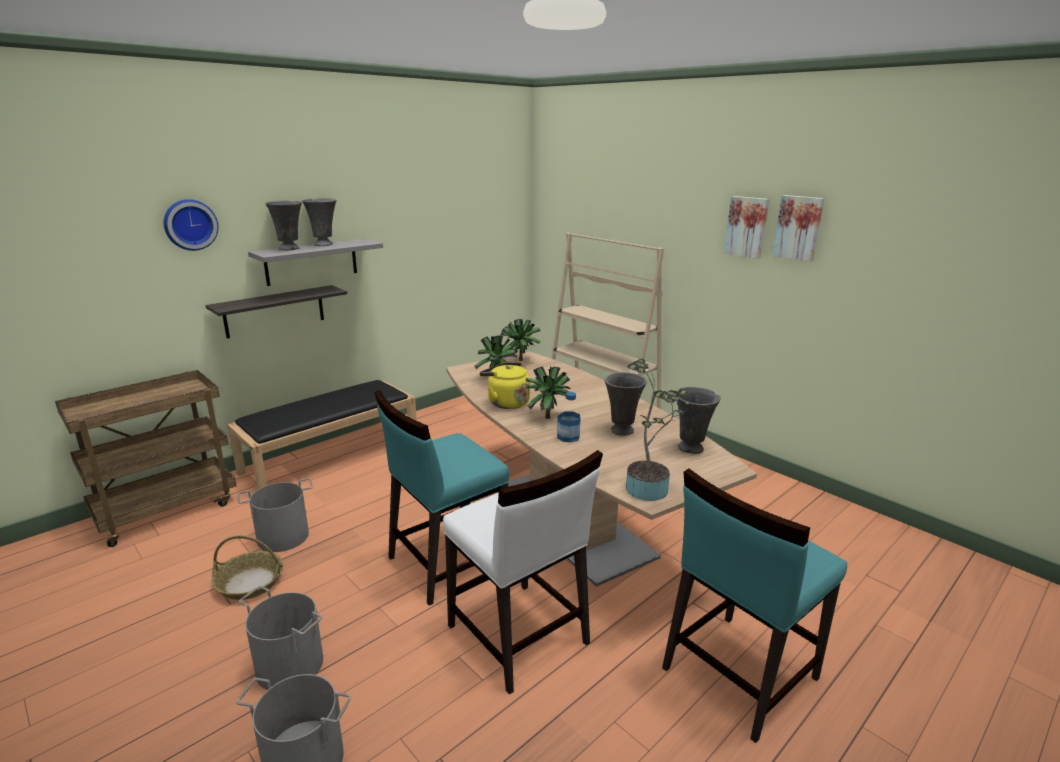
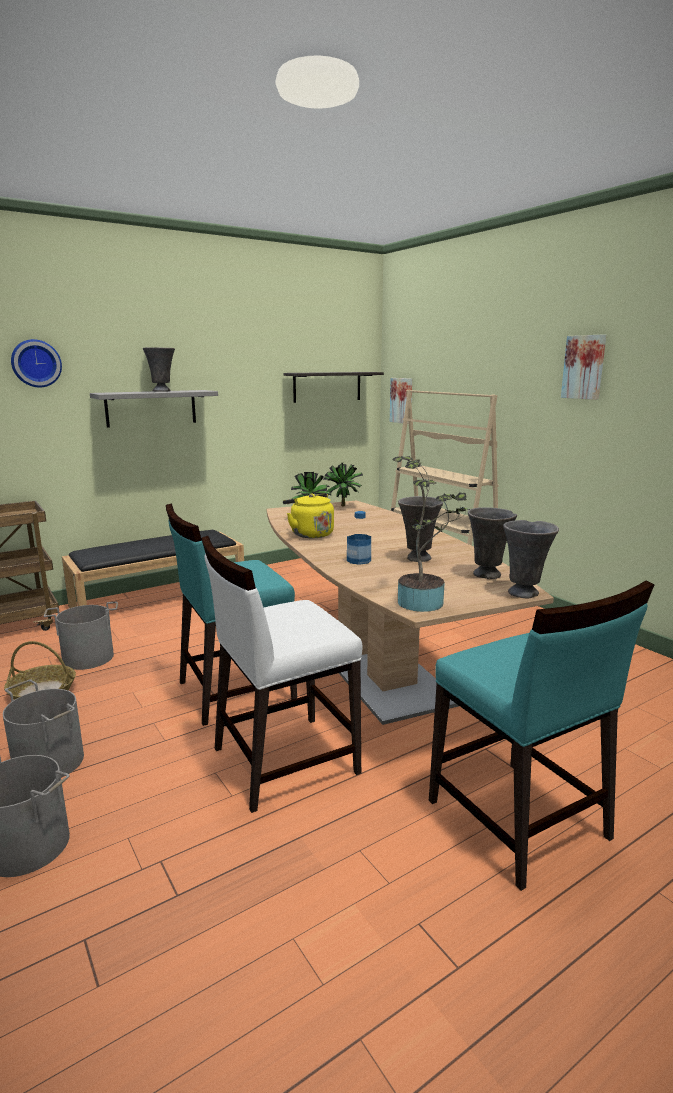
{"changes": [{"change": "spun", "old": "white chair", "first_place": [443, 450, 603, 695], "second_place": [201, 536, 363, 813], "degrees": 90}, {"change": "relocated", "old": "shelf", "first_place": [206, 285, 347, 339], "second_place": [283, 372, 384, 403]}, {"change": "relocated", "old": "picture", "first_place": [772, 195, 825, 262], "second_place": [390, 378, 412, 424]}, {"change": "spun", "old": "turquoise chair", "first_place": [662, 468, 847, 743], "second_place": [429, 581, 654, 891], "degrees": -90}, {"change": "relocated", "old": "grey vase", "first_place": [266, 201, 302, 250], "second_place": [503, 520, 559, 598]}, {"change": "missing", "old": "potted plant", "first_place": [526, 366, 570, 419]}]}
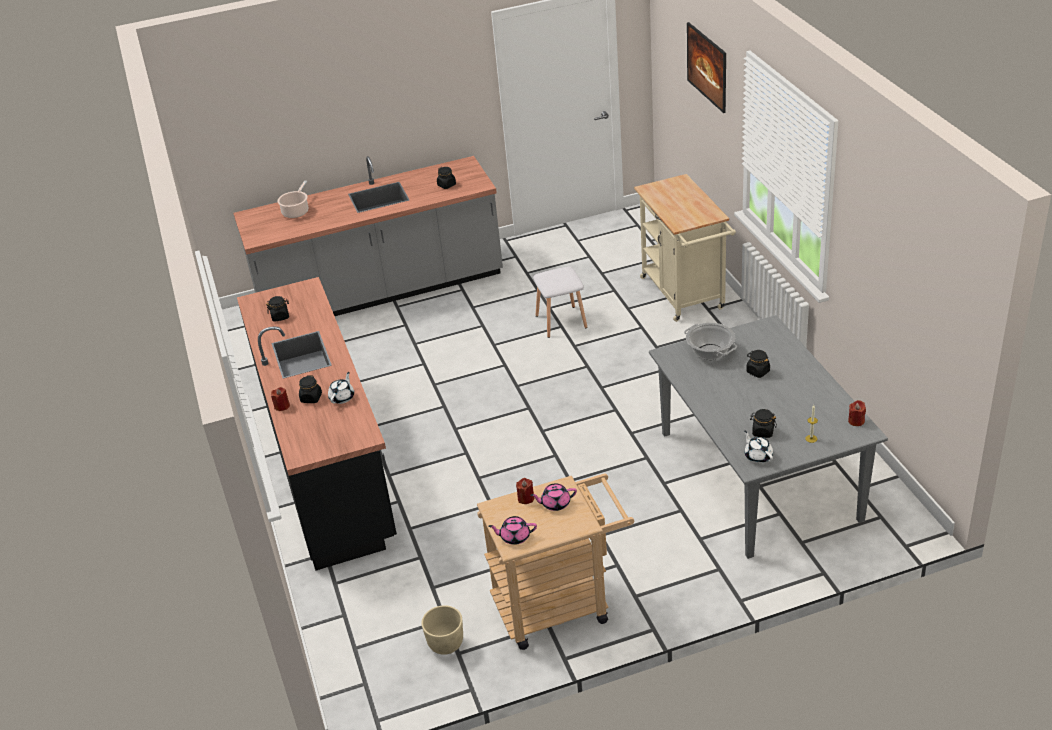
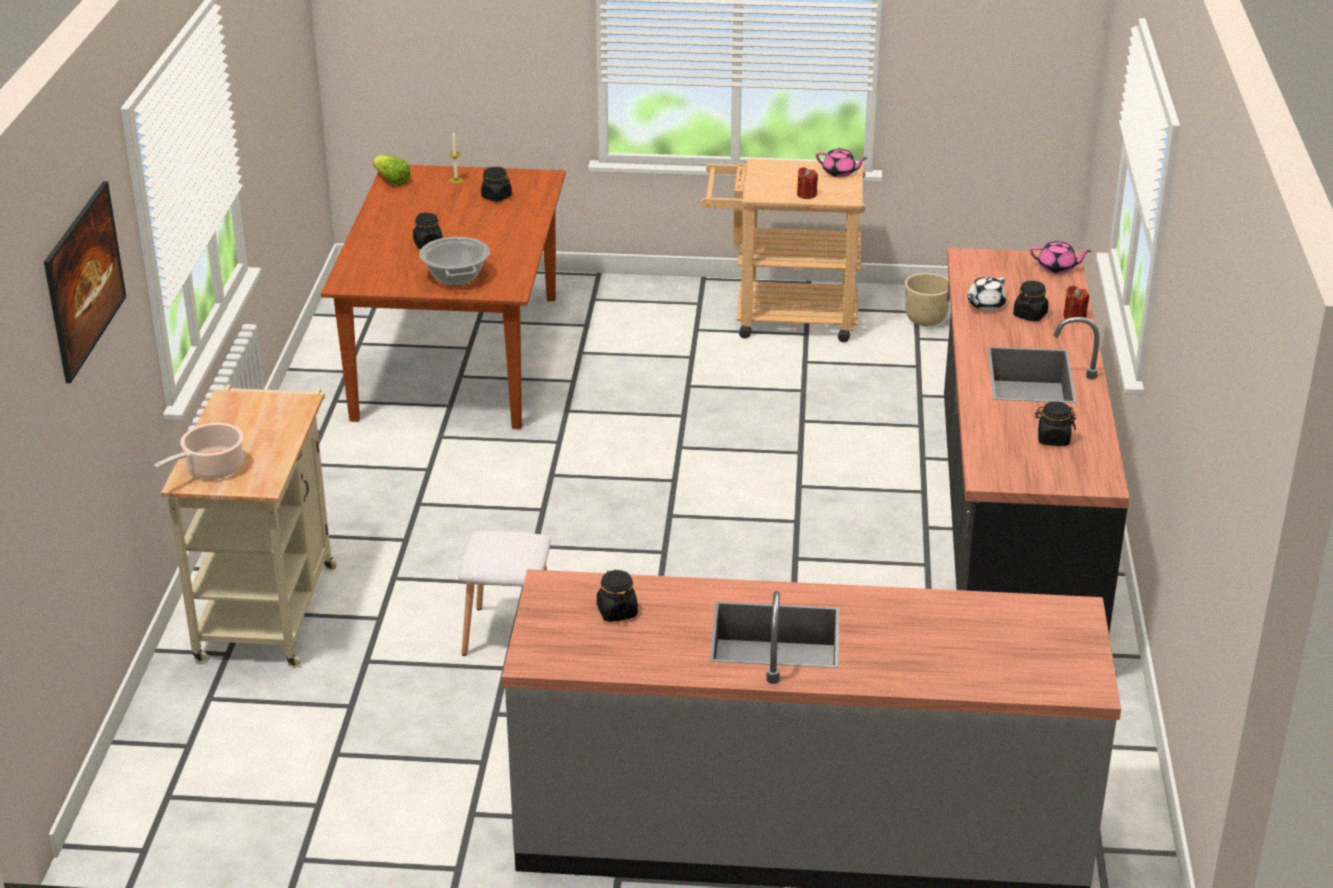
{"changes": [{"change": "relocated", "old": "cooking pot", "first_place": [277, 181, 308, 218], "second_place": [154, 423, 243, 479]}, {"change": "colour", "old": "grey dining table", "new": "brown dining table", "first_place": [649, 315, 888, 559], "second_place": [321, 165, 565, 429]}, {"change": "exchanged", "old": "red candle", "new": "lettuce", "first_place": [848, 400, 866, 426], "second_place": [372, 155, 411, 186]}, {"change": "relocated", "old": "pink teapot", "first_place": [530, 483, 577, 511], "second_place": [1030, 241, 1091, 274]}, {"change": "missing", "old": "white teapot", "first_place": [744, 431, 773, 463]}]}
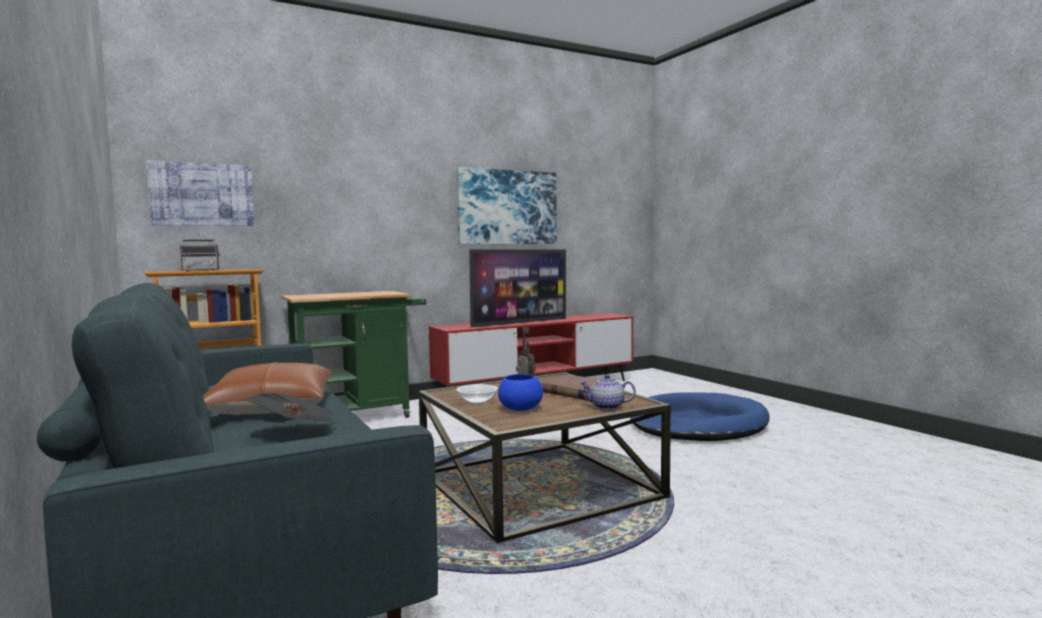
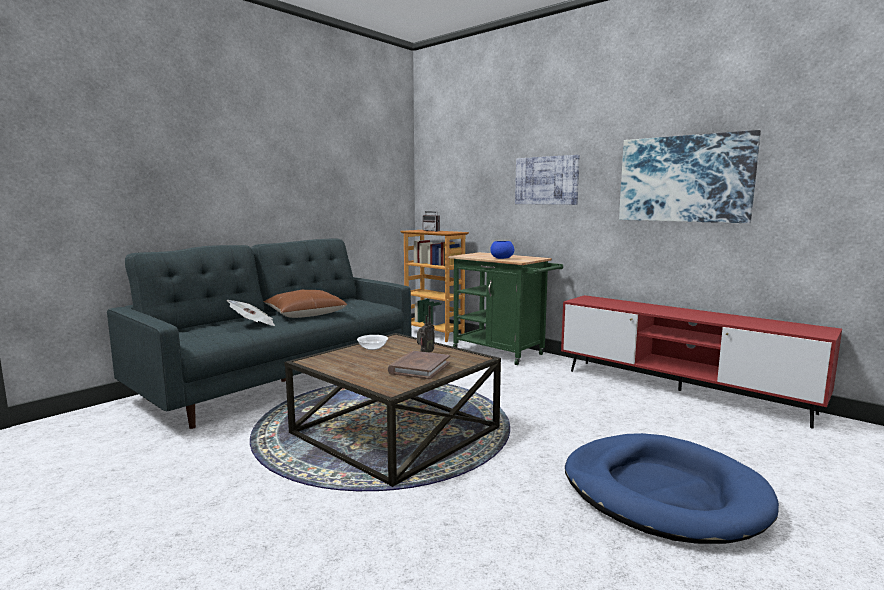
{"changes": [{"change": "relocated", "old": "blue bowl", "first_place": [498, 374, 543, 411], "second_place": [490, 241, 514, 259]}, {"change": "relocated", "old": "picture", "first_place": [146, 160, 254, 226], "second_place": [515, 155, 580, 205]}, {"change": "missing", "old": "television", "first_place": [469, 250, 566, 327]}, {"change": "missing", "old": "teapot", "first_place": [580, 375, 636, 410]}]}
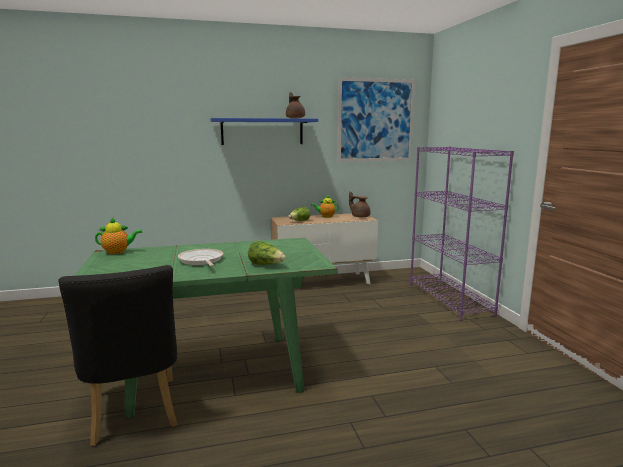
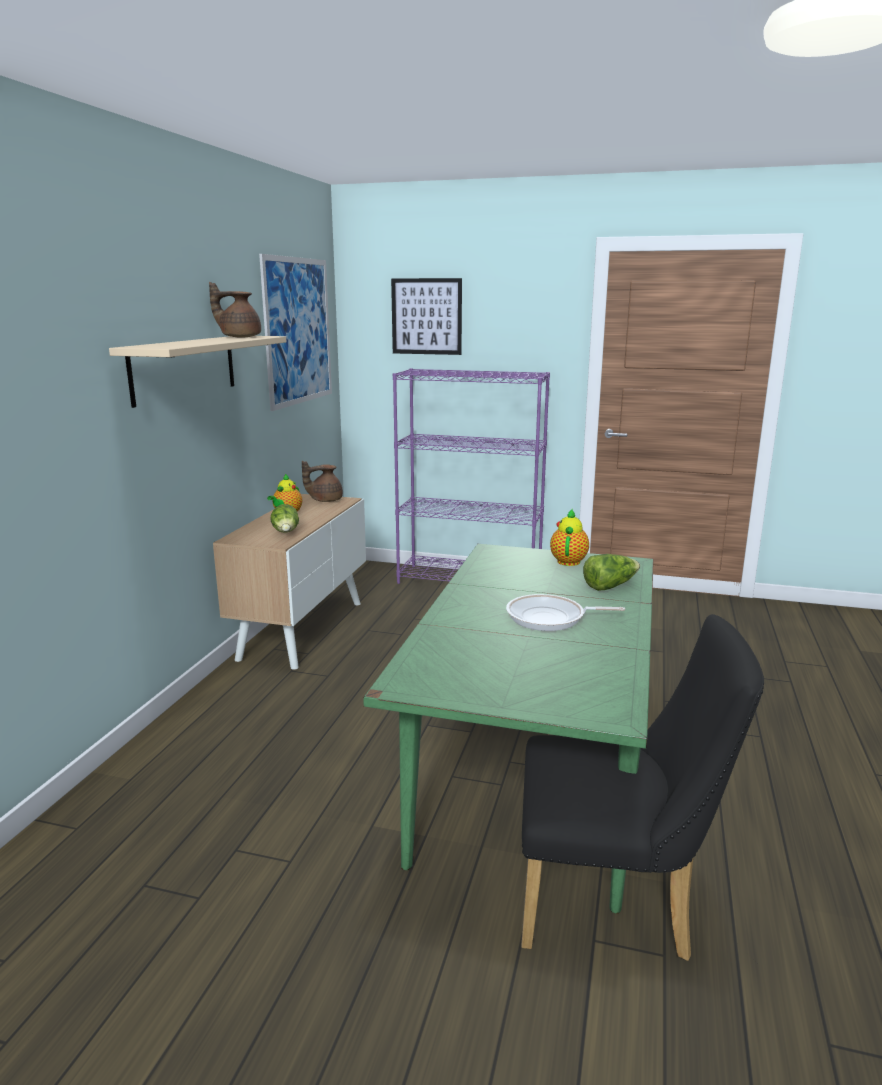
{"changes": [{"change": "colour", "old": "blue shelf", "new": "beige shelf", "first_place": [211, 118, 318, 145], "second_place": [109, 336, 287, 408]}, {"change": "appeared", "new": "picture", "second_place": [391, 278, 462, 355]}, {"change": "relocated", "old": "teapot", "first_place": [95, 218, 143, 254], "second_place": [550, 509, 589, 566]}]}
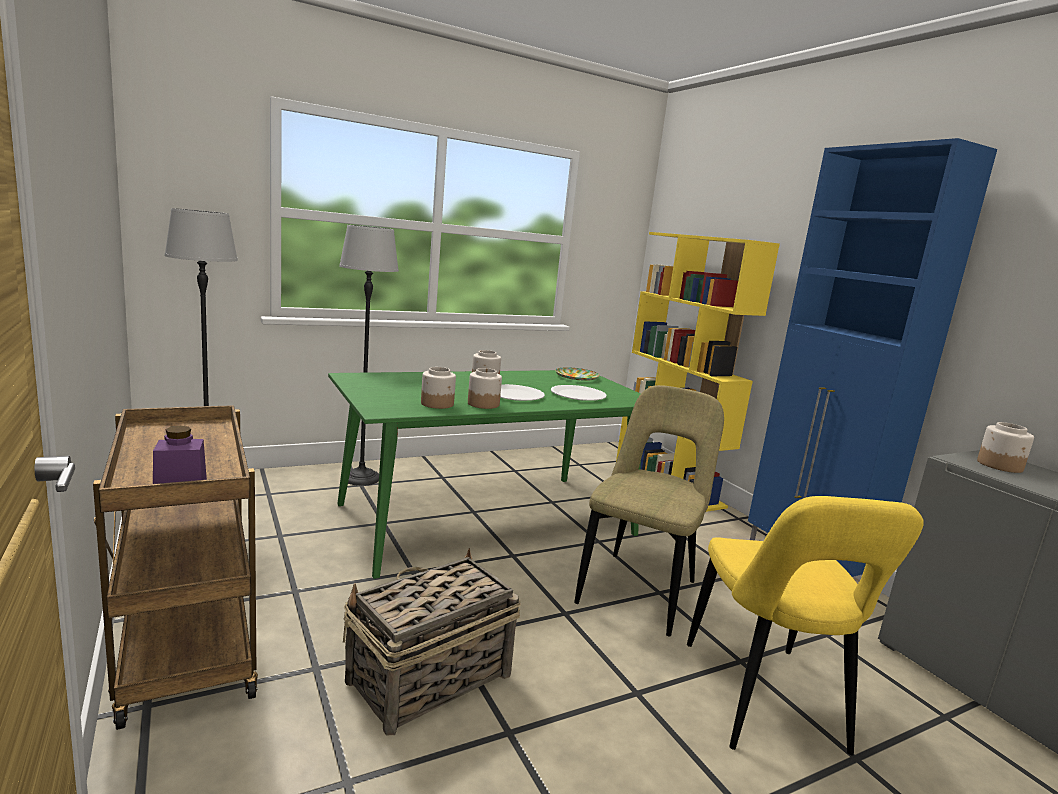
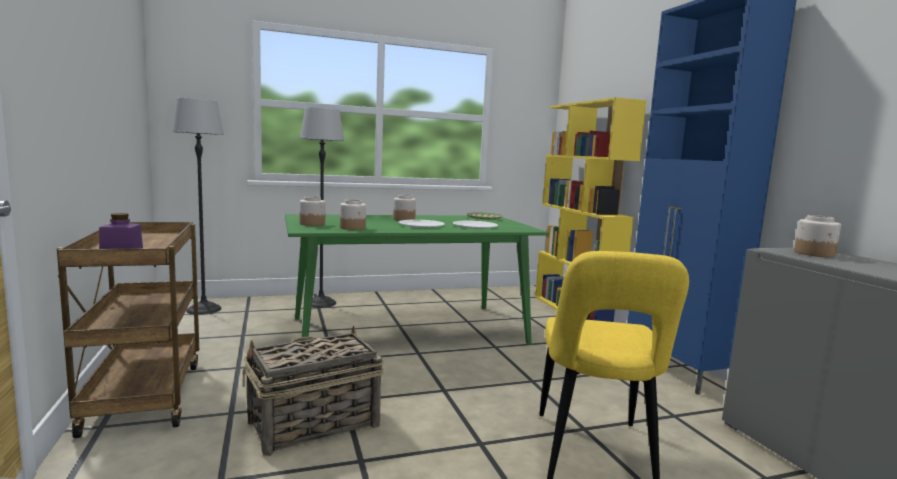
{"changes": [{"change": "relocated", "old": "jar", "first_place": [468, 368, 502, 409], "second_place": [300, 196, 325, 226]}, {"change": "missing", "old": "beige chair", "first_place": [574, 385, 724, 637]}]}
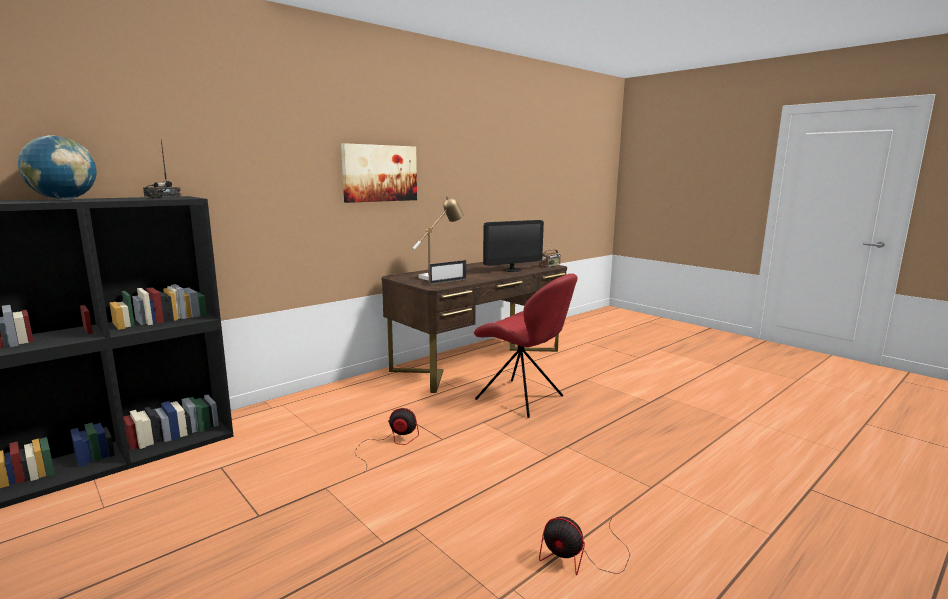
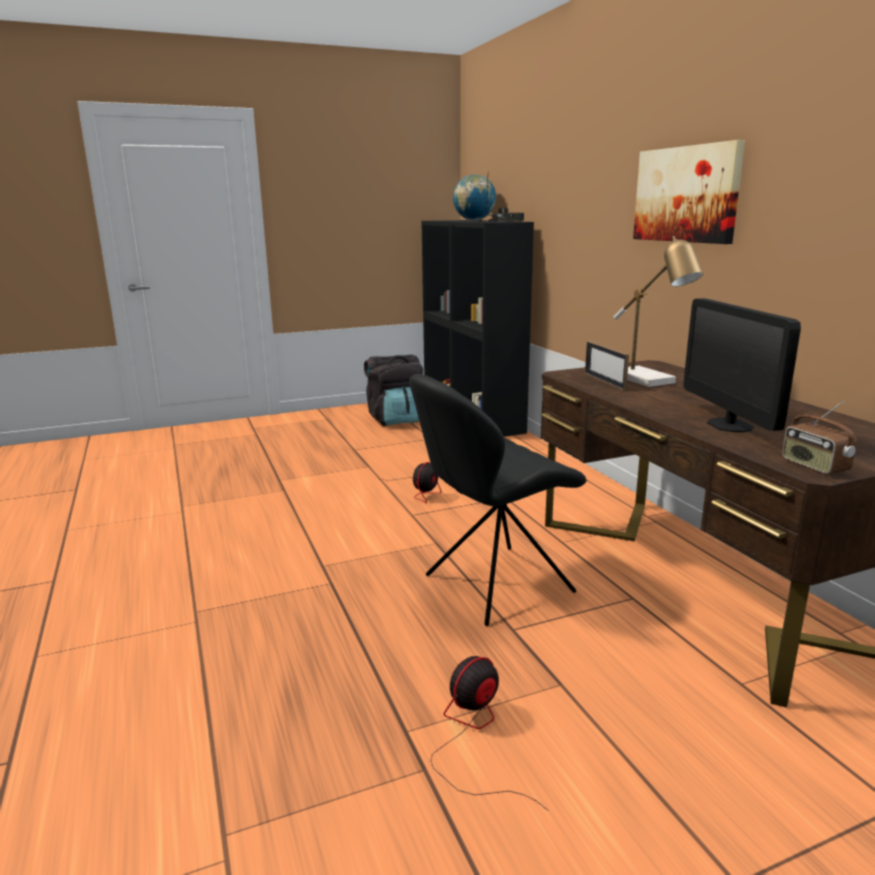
{"changes": [{"change": "appeared", "new": "black backpack", "second_place": [364, 355, 423, 426]}, {"change": "colour", "old": "red chair", "new": "black chair", "first_place": [474, 273, 578, 418], "second_place": [409, 374, 587, 626]}, {"change": "relocated", "old": "fan", "first_place": [539, 516, 630, 575], "second_place": [430, 656, 548, 811]}]}
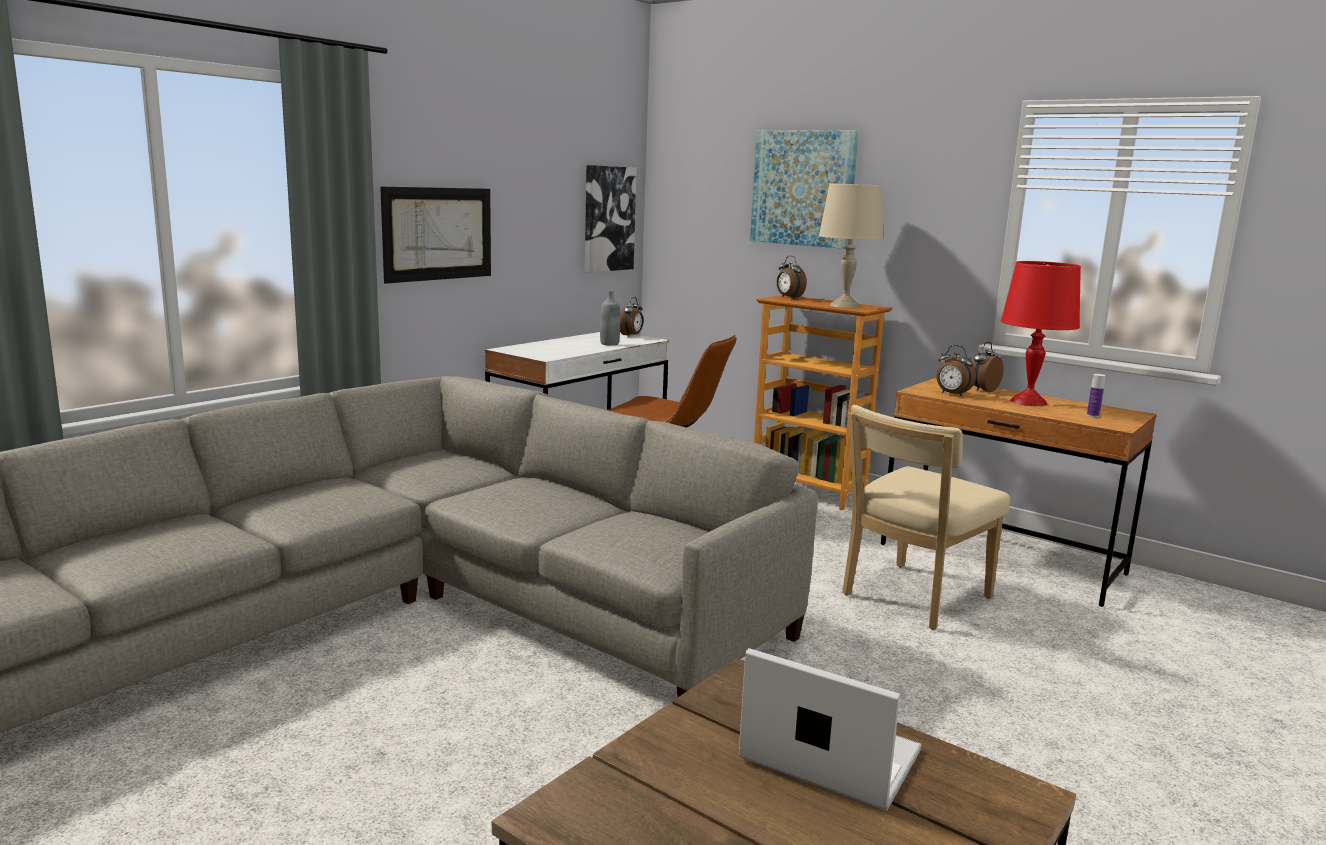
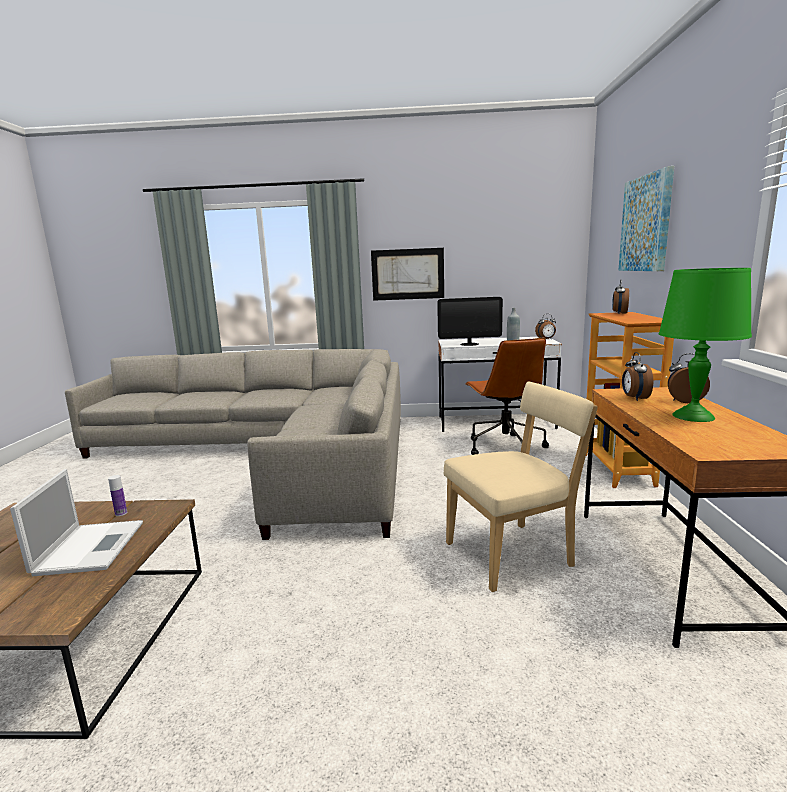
{"changes": [{"change": "relocated", "old": "bottle", "first_place": [1087, 374, 1106, 417], "second_place": [108, 475, 127, 516]}, {"change": "appeared", "new": "monitor", "second_place": [437, 297, 503, 346]}, {"change": "spun", "old": "beige chair", "first_place": [842, 405, 1010, 630], "second_place": [444, 382, 598, 592], "degrees": 150}, {"change": "colour", "old": "red table lamp", "new": "green table lamp", "first_place": [1001, 261, 1081, 406], "second_place": [659, 268, 752, 422]}, {"change": "missing", "old": "picture", "first_place": [585, 165, 637, 273]}, {"change": "missing", "old": "beige table lamp", "first_place": [819, 183, 884, 308]}]}
